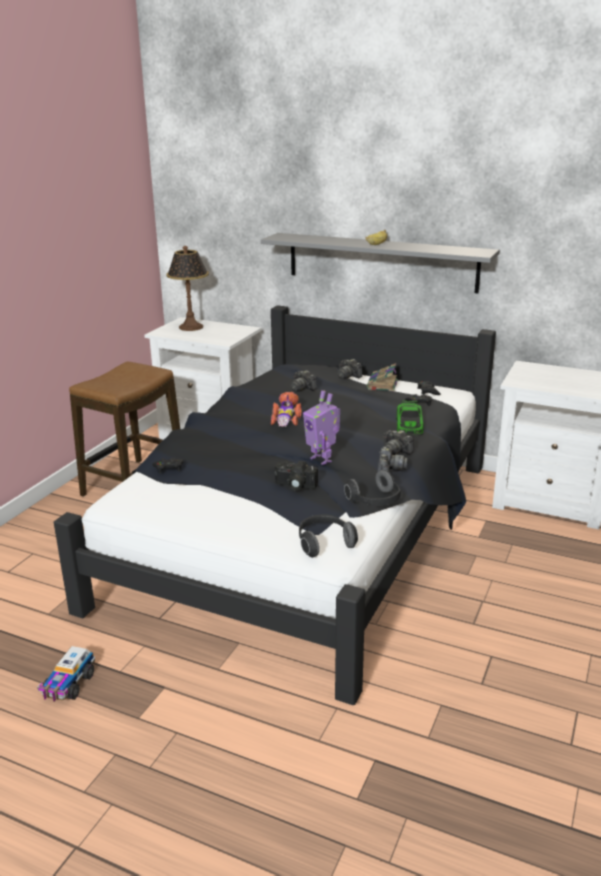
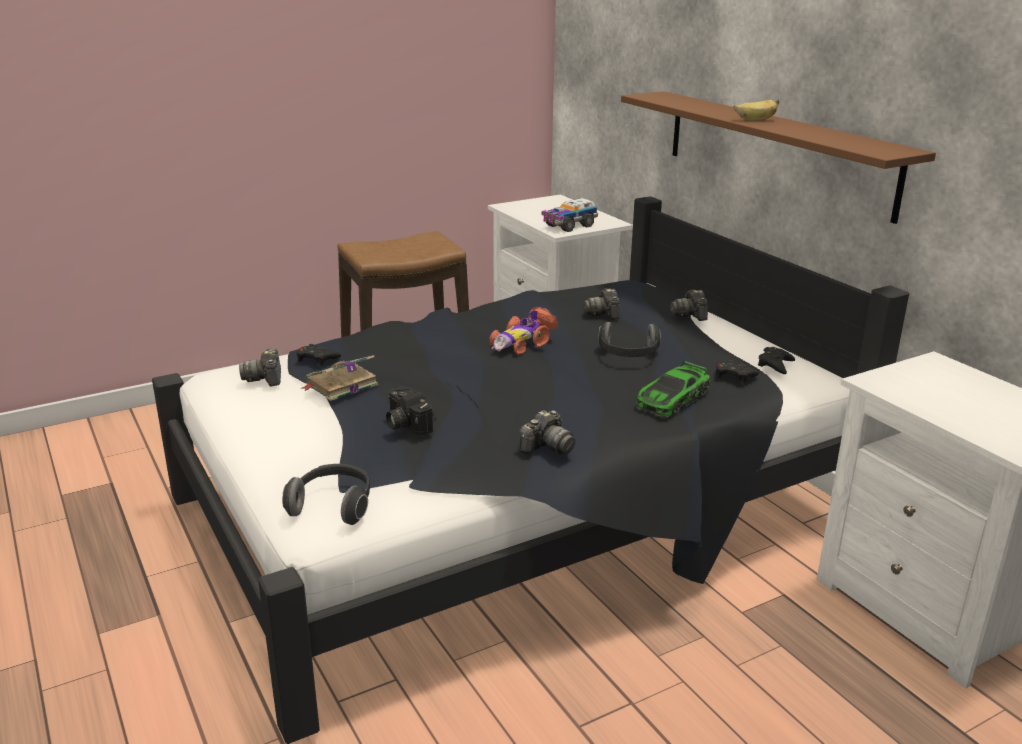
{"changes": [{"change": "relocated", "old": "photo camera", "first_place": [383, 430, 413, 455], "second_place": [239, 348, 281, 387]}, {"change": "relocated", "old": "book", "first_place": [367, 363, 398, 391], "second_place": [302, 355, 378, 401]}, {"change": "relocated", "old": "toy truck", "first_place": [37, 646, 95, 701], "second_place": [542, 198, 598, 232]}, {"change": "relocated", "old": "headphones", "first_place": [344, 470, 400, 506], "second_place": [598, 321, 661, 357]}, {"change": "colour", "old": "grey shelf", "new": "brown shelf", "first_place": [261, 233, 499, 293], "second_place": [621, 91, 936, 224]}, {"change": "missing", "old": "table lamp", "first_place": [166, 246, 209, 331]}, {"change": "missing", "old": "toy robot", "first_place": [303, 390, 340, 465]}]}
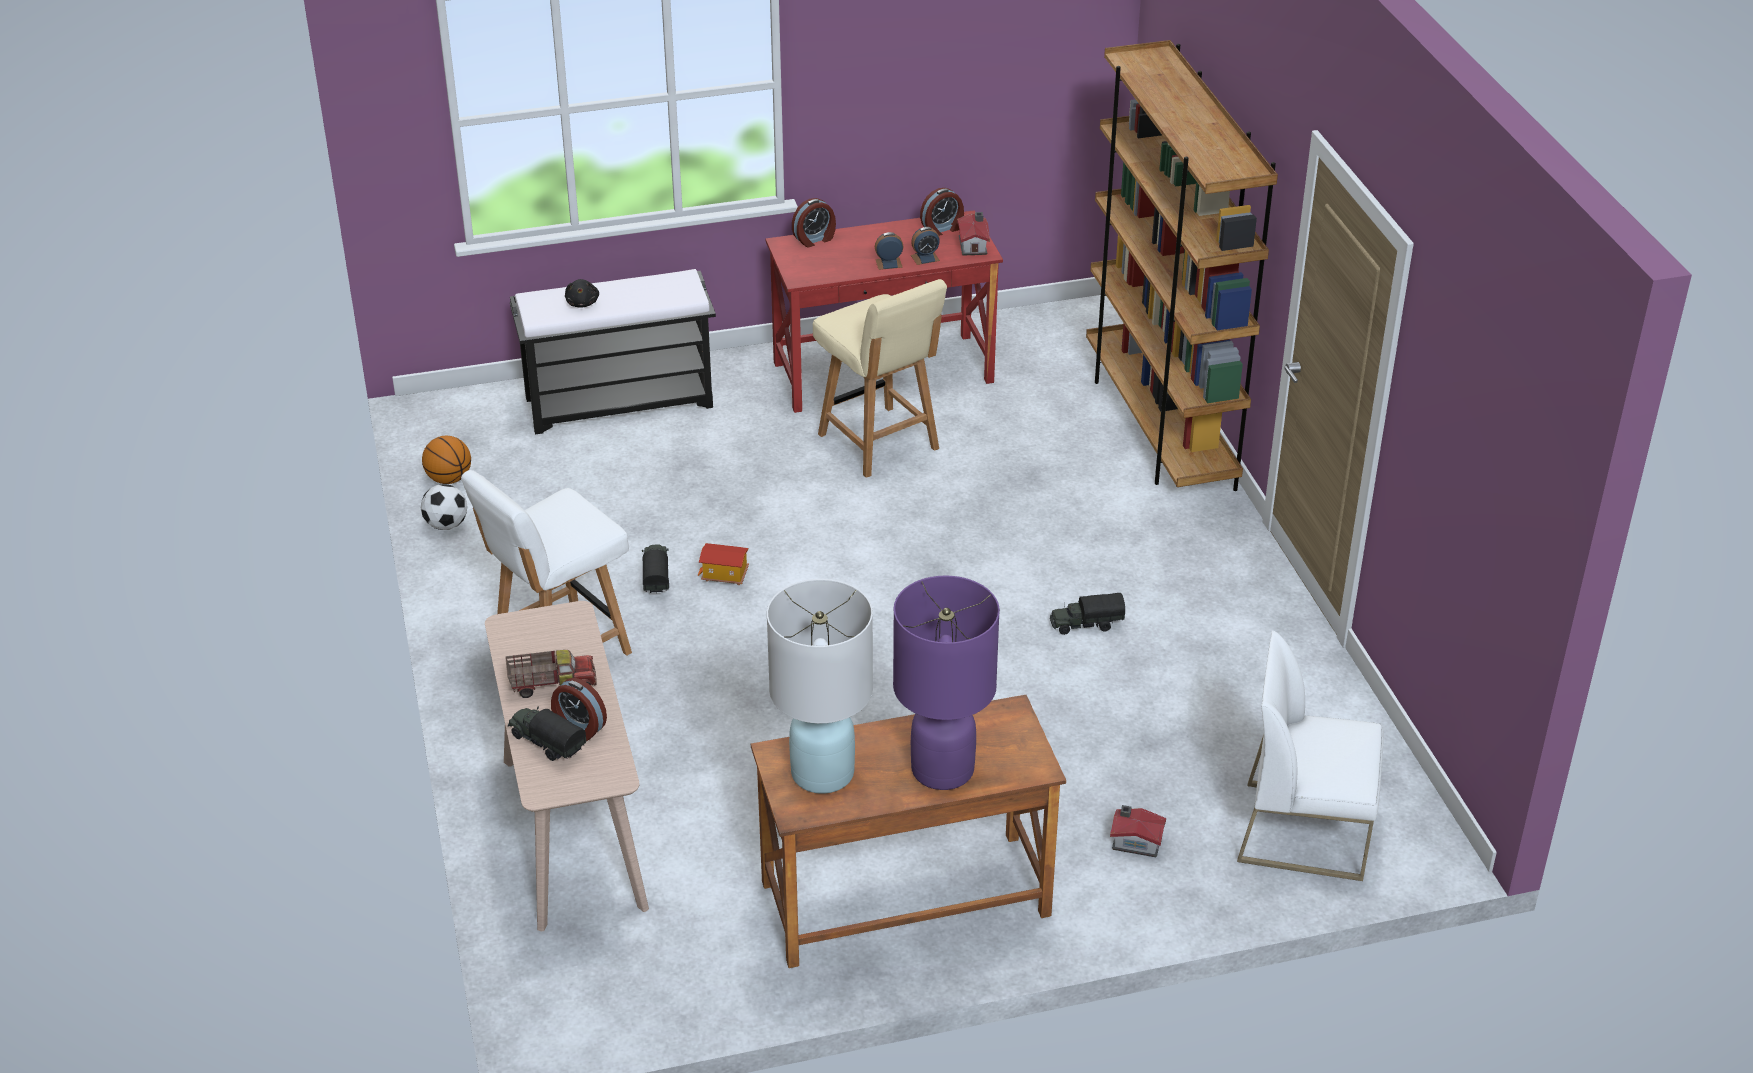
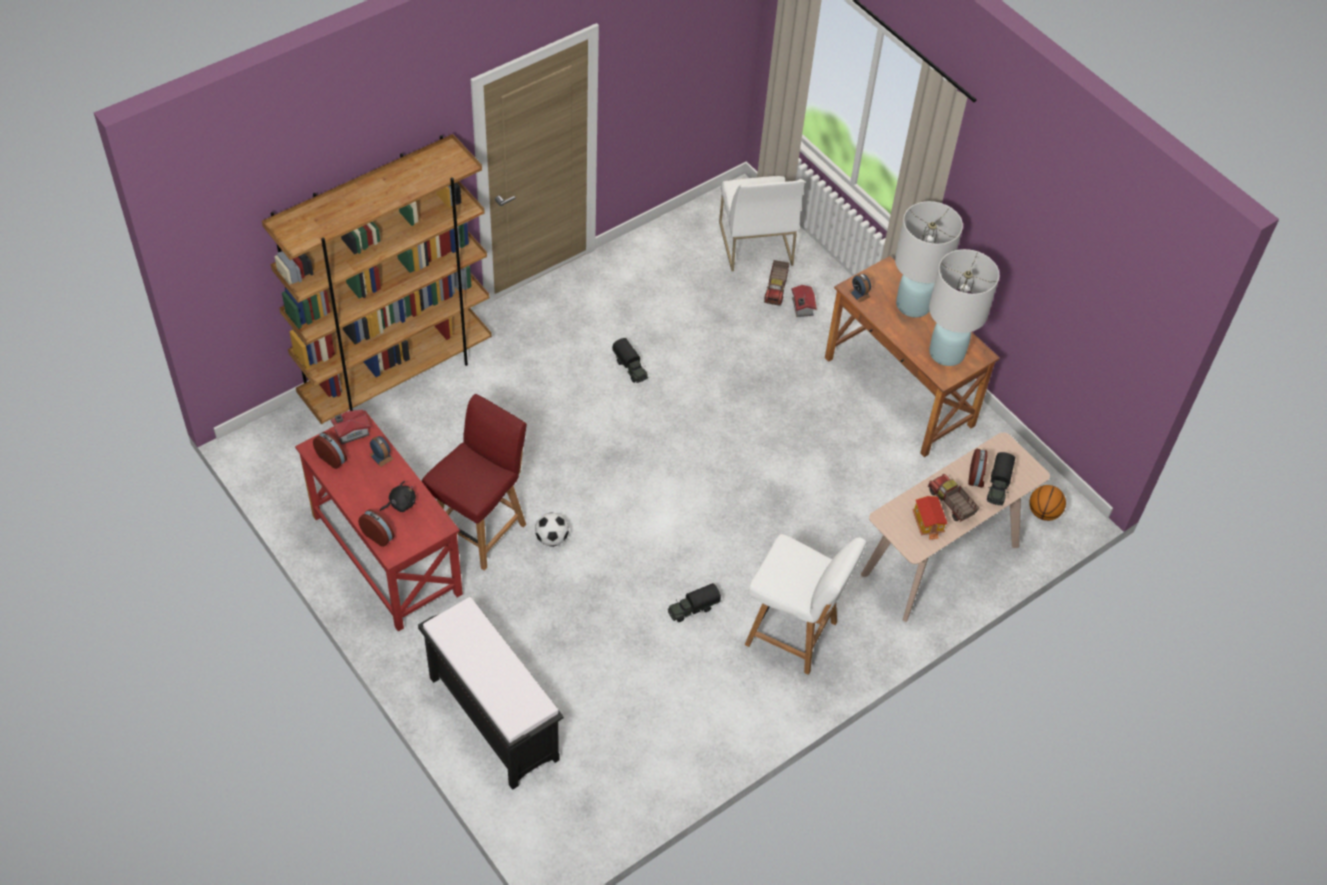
{"changes": [{"change": "relocated", "old": "black plush toy", "first_place": [565, 279, 599, 308], "second_place": [380, 481, 416, 512]}, {"change": "colour", "old": "beige chair", "new": "red chair", "first_place": [813, 279, 947, 478], "second_place": [422, 394, 527, 571]}, {"change": "relocated", "old": "football", "first_place": [421, 484, 467, 530], "second_place": [535, 512, 569, 547]}, {"change": "appeared", "new": "toy truck", "second_place": [764, 260, 789, 305]}, {"change": "relocated", "old": "alarm clock", "first_place": [875, 232, 903, 270], "second_place": [849, 274, 871, 302]}, {"change": "colour", "old": "purple table lamp", "new": "white table lamp", "first_place": [893, 575, 1000, 790], "second_place": [895, 201, 963, 317]}, {"change": "relocated", "old": "toy house", "first_place": [697, 543, 749, 585], "second_place": [912, 496, 948, 540]}, {"change": "relocated", "old": "basketball", "first_place": [422, 436, 471, 484], "second_place": [1029, 485, 1066, 521]}]}
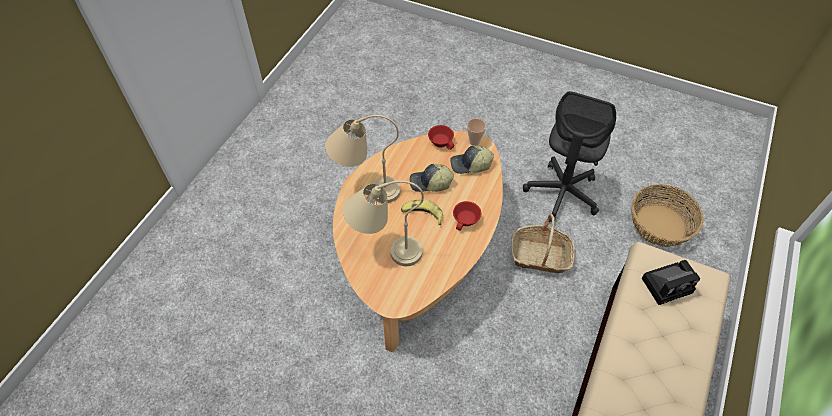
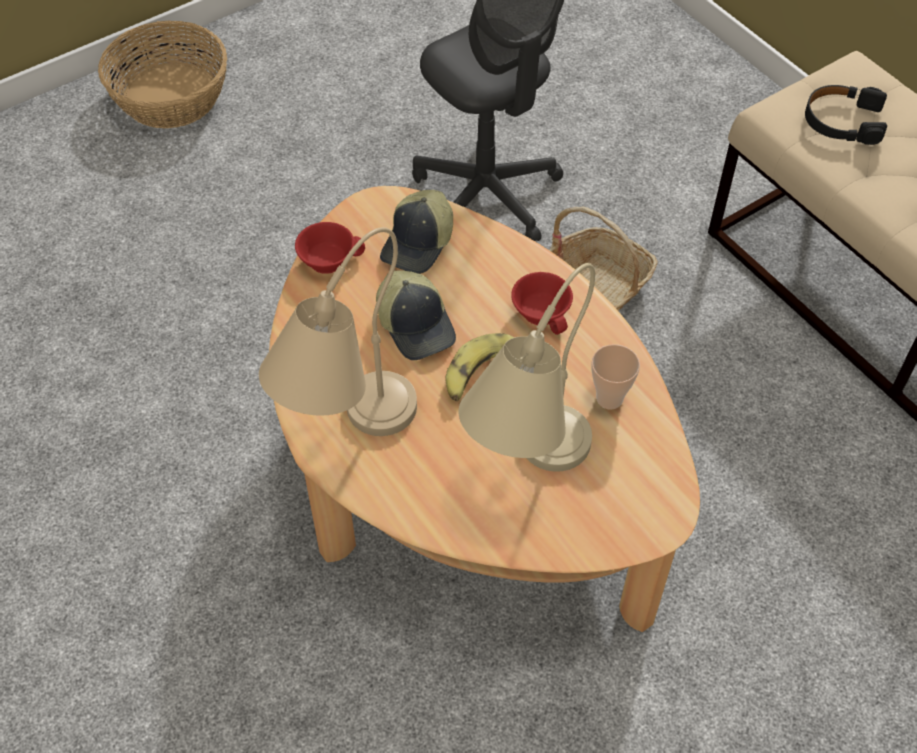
{"changes": [{"change": "relocated", "old": "basket", "first_place": [631, 184, 704, 247], "second_place": [98, 21, 227, 129]}, {"change": "spun", "old": "cap", "first_place": [409, 164, 454, 192], "second_place": [376, 270, 456, 360], "degrees": -60}, {"change": "relocated", "old": "cup", "first_place": [467, 118, 486, 145], "second_place": [591, 344, 640, 410]}, {"change": "exchanged", "old": "photo camera", "new": "black headphones", "first_place": [642, 260, 701, 305], "second_place": [805, 85, 887, 145]}]}
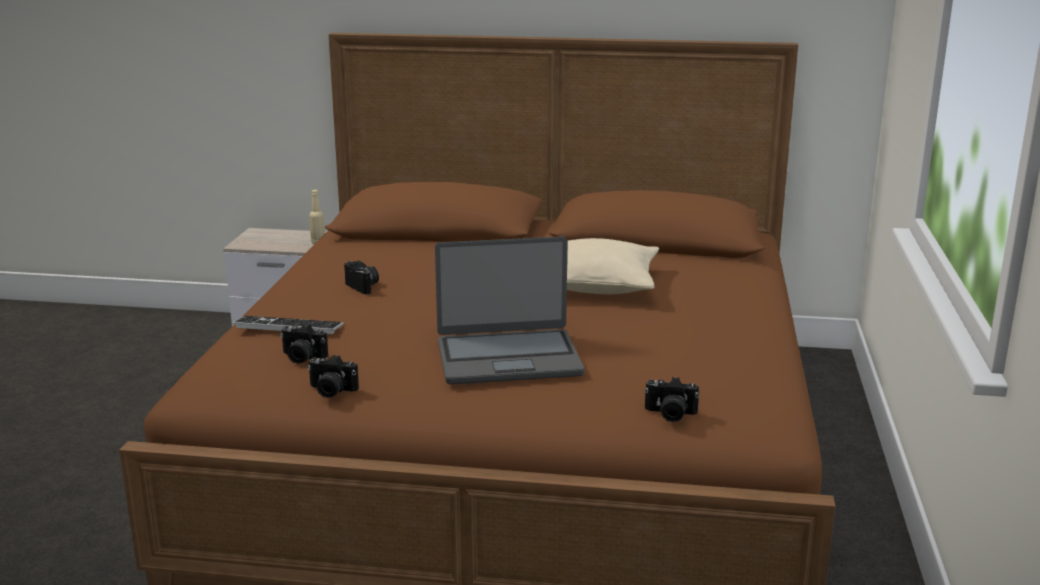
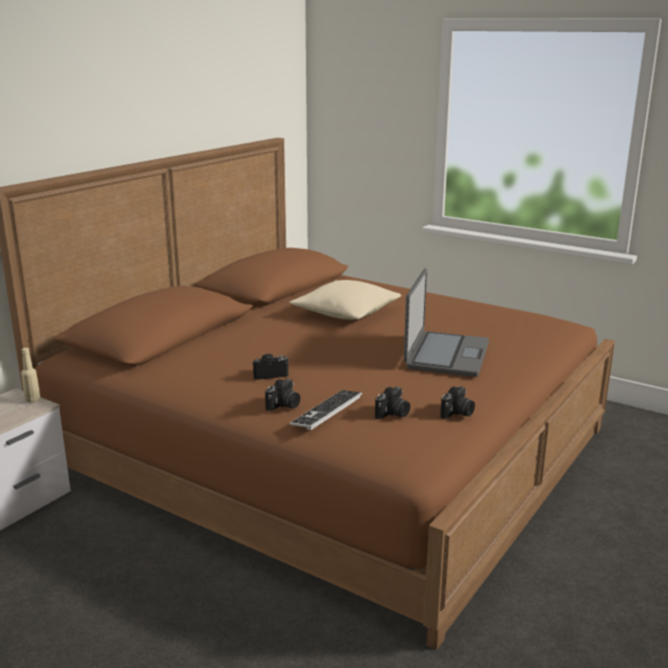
{"changes": [{"change": "relocated", "old": "photo camera", "first_place": [645, 377, 699, 422], "second_place": [265, 379, 300, 411]}]}
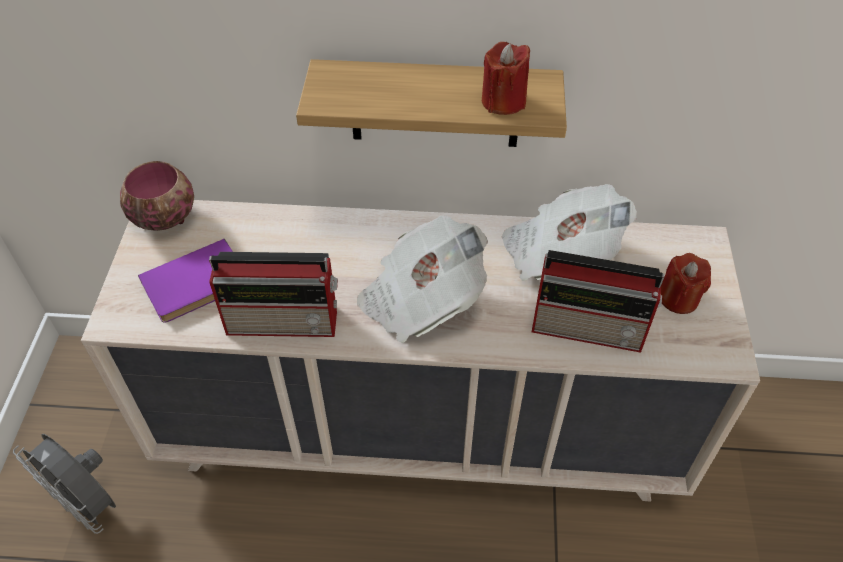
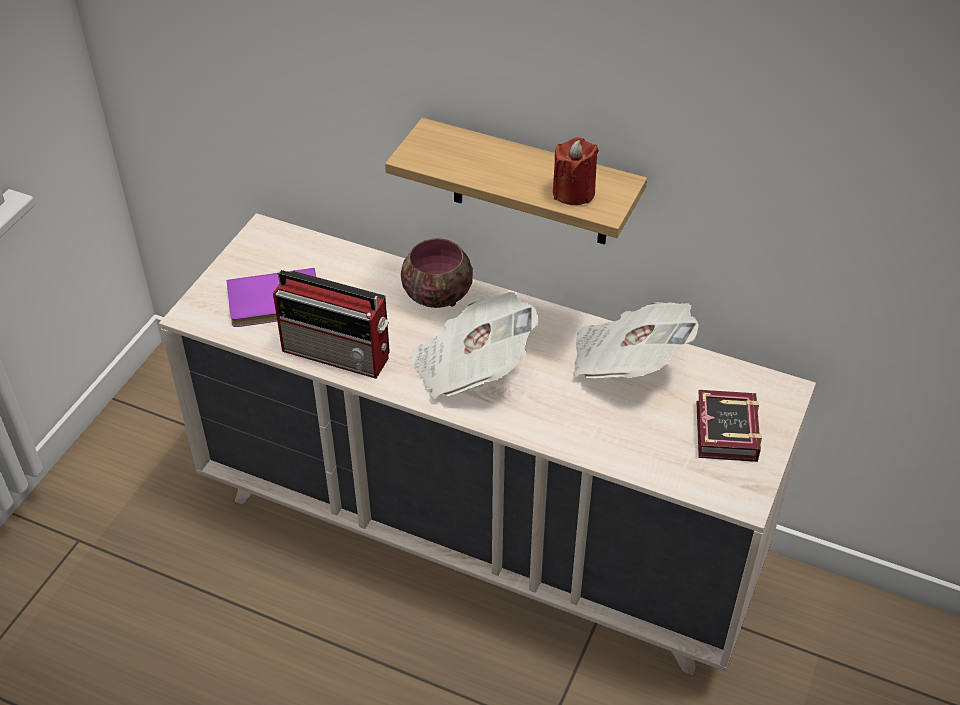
{"changes": [{"change": "relocated", "old": "bowl", "first_place": [120, 161, 194, 231], "second_place": [401, 238, 473, 308]}, {"change": "exchanged", "old": "red candle", "new": "book", "first_place": [661, 253, 711, 314], "second_place": [696, 390, 762, 462]}, {"change": "missing", "old": "grey fan", "first_place": [13, 434, 116, 534]}, {"change": "missing", "old": "radio", "first_place": [532, 250, 664, 353]}]}
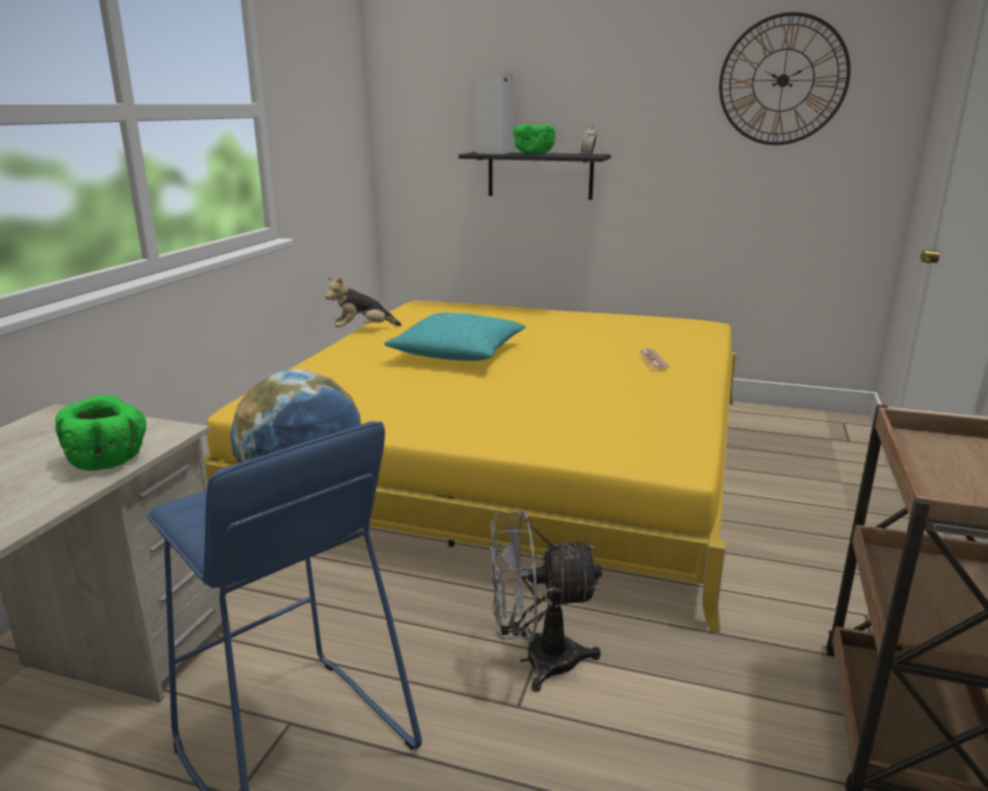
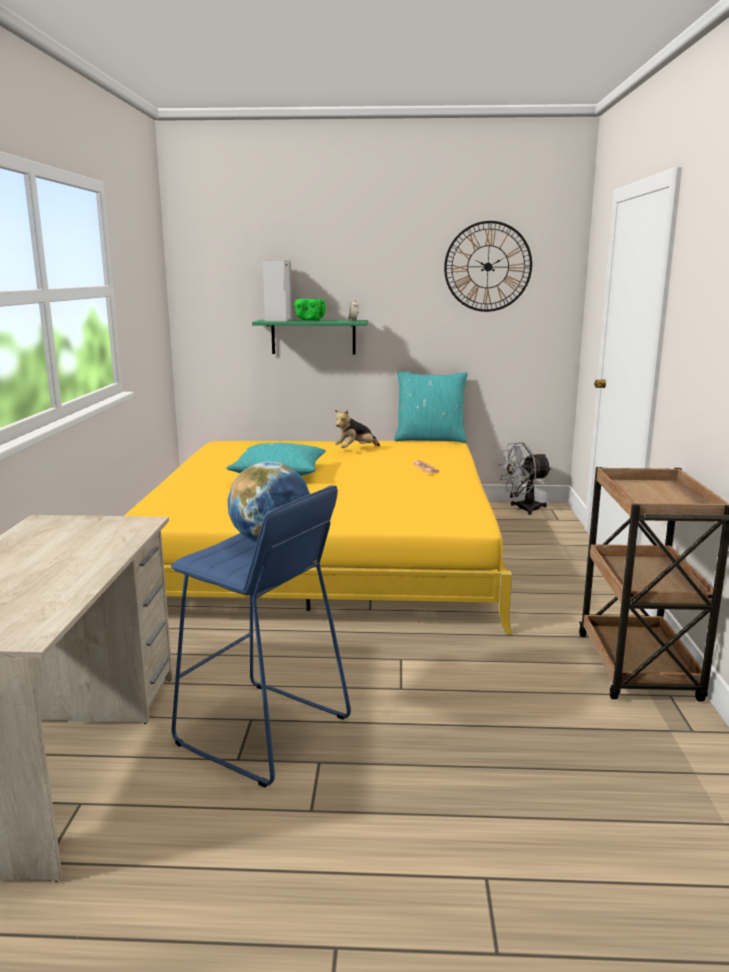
{"changes": [{"change": "colour", "old": "black shelf", "new": "green shelf", "first_place": [459, 152, 611, 200], "second_place": [252, 320, 368, 354]}, {"change": "relocated", "old": "plush toy", "first_place": [325, 277, 401, 327], "second_place": [335, 409, 380, 448]}, {"change": "appeared", "new": "turquoise pillow", "second_place": [394, 371, 468, 443]}, {"change": "relocated", "old": "grey fan", "first_place": [490, 510, 602, 692], "second_place": [498, 442, 552, 515]}, {"change": "missing", "old": "green bowl", "first_place": [55, 395, 146, 471]}]}
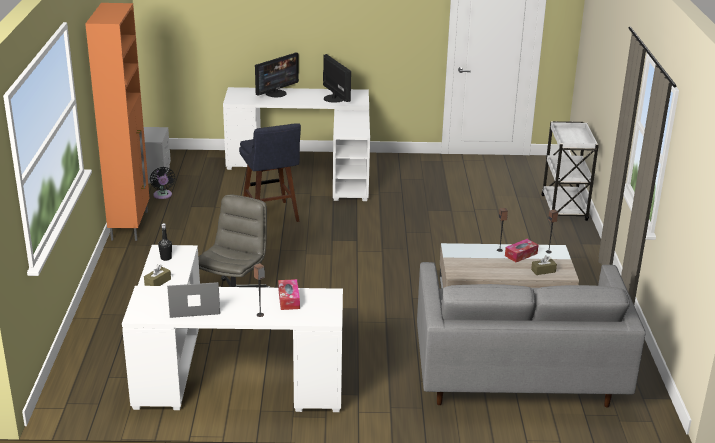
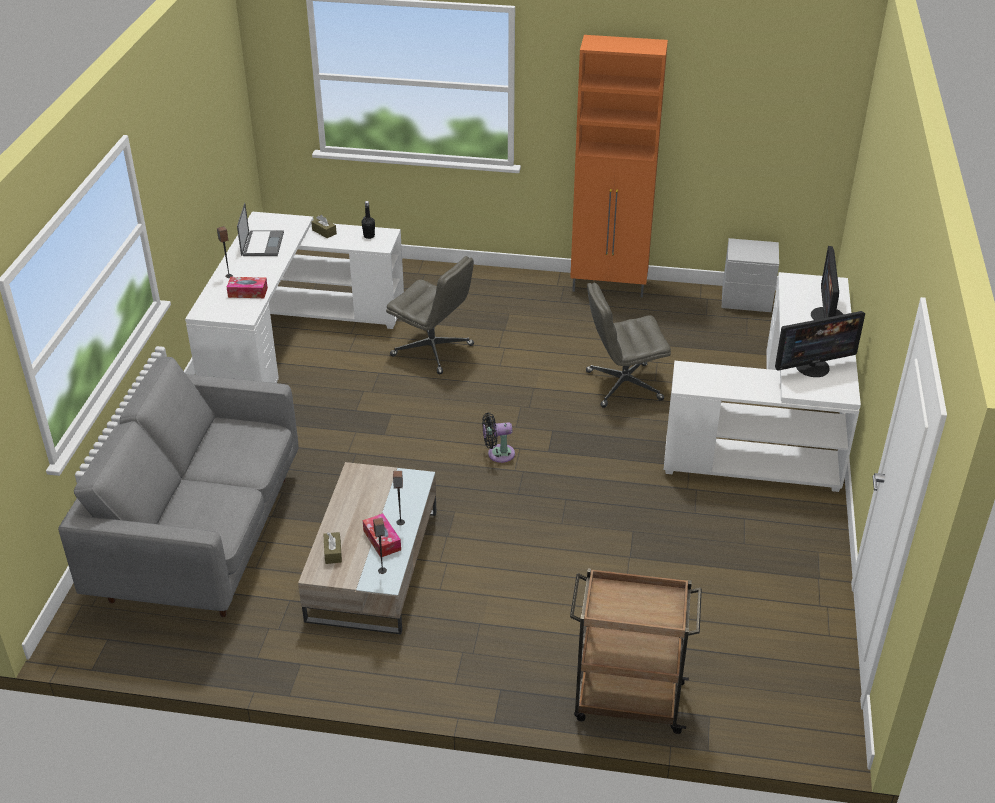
{"changes": [{"change": "relocated", "old": "black fan", "first_place": [150, 167, 176, 199], "second_place": [482, 412, 515, 463]}, {"change": "colour", "old": "white cart", "new": "brown cart", "first_place": [542, 121, 599, 221], "second_place": [570, 568, 702, 734]}, {"change": "exchanged", "old": "blue stool", "new": "grey office chair", "first_place": [239, 123, 301, 222], "second_place": [586, 283, 671, 408]}, {"change": "spun", "old": "monitor", "first_place": [255, 52, 299, 97], "second_place": [811, 246, 843, 320], "degrees": 45}]}
